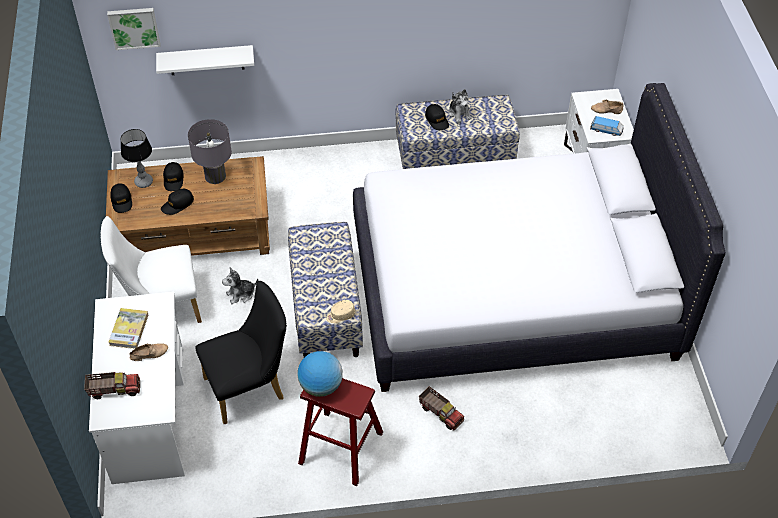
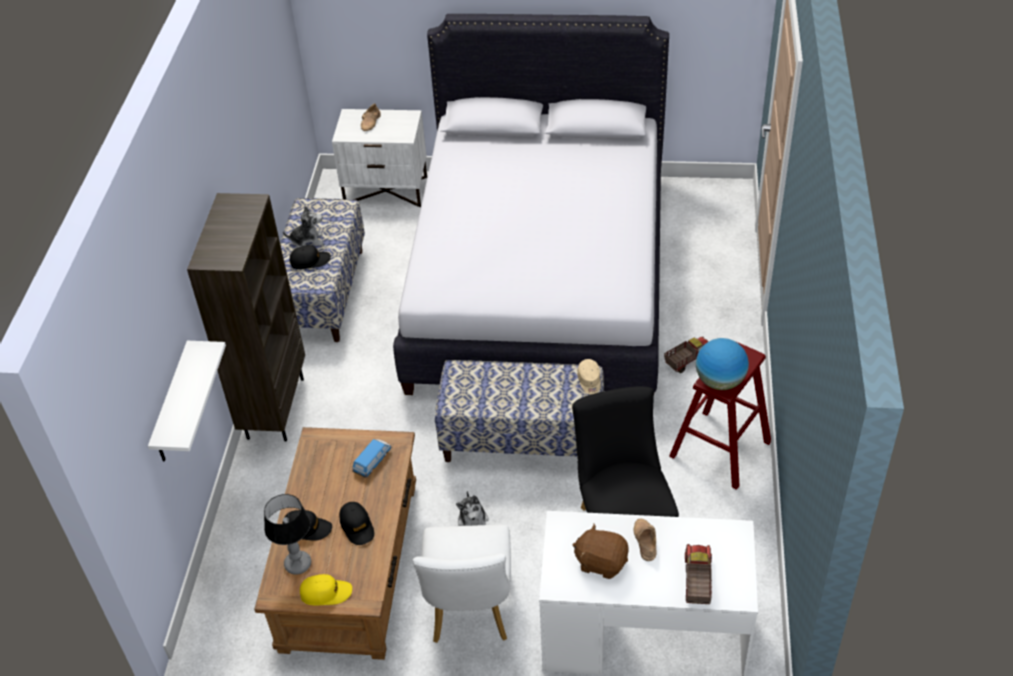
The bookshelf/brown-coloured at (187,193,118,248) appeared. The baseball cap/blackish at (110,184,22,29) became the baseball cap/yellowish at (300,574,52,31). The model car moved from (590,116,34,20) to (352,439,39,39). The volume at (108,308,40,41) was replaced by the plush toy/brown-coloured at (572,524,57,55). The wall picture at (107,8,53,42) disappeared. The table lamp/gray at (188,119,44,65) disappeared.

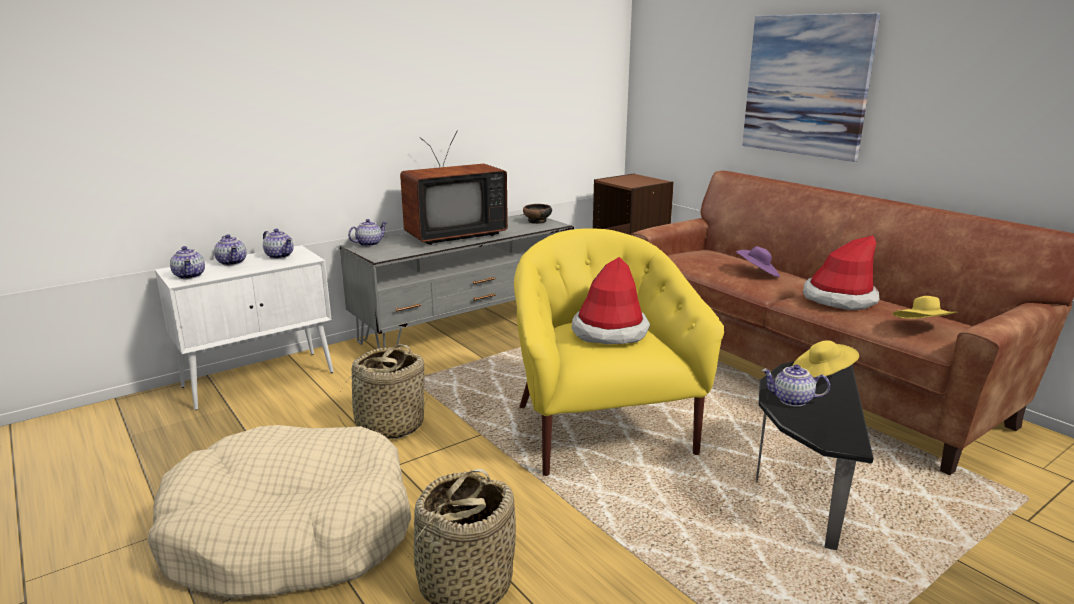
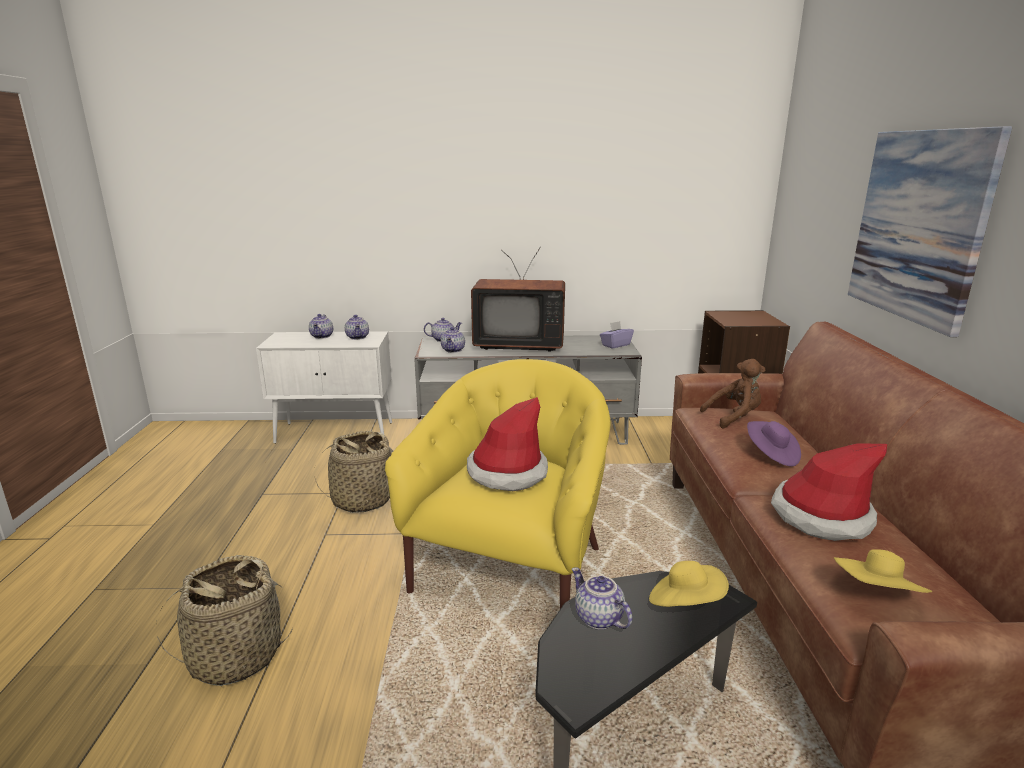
The tea pot moved from (170,246,35,33) to (441,327,24,26). The bowl at (523,204,29,20) was replaced by the tissue box/purple at (600,321,34,28). The plush toy/brown-coloured at (700,359,65,70) appeared. The dog bed/beige-coloured at (148,425,263,174) disappeared.

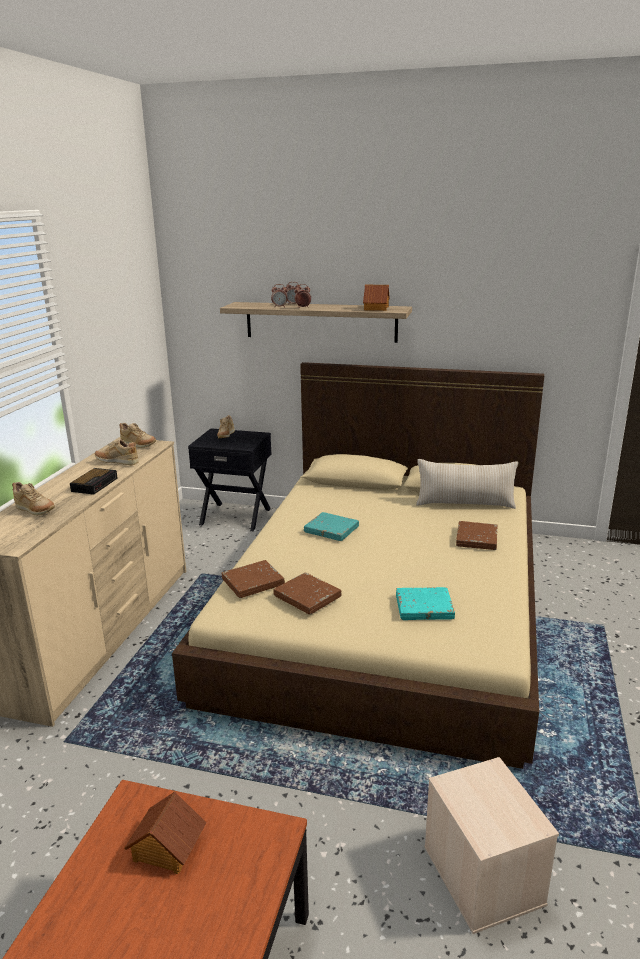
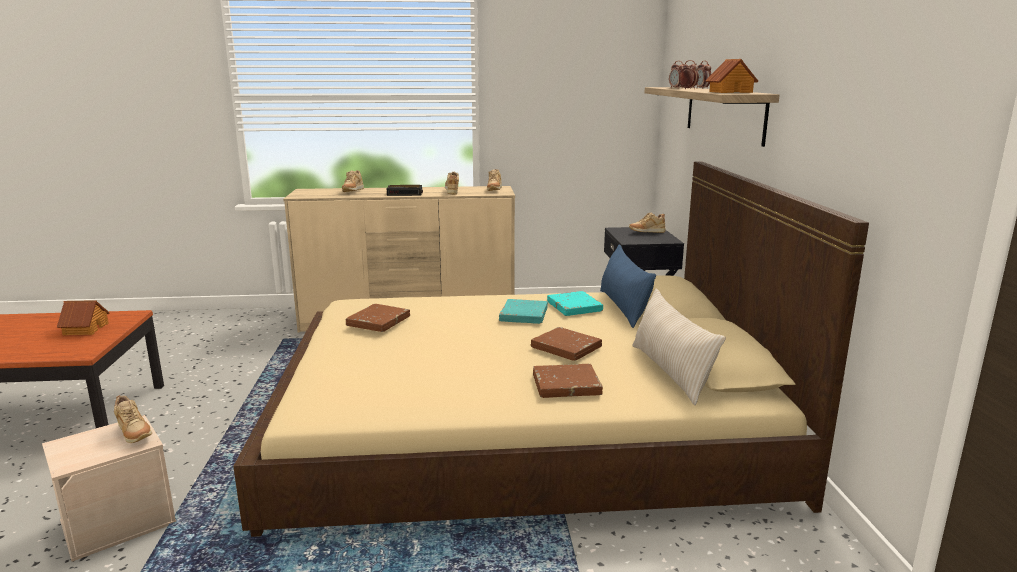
The low shoe/beige-coloured at (114,395,38,48) appeared. The volume/brown-coloured moved from (222,560,63,38) to (531,327,71,34). The volume/turquoise-coloured moved from (396,587,59,33) to (547,291,56,25). The pillow/blue at (600,244,56,84) appeared.

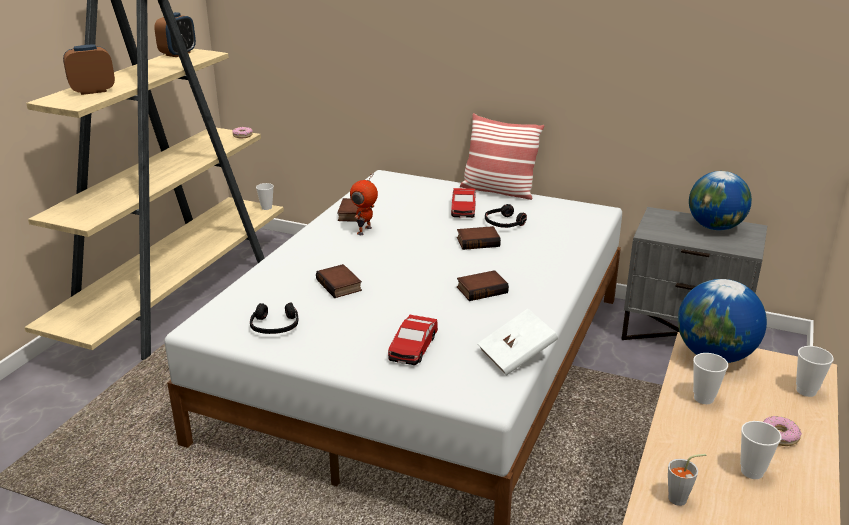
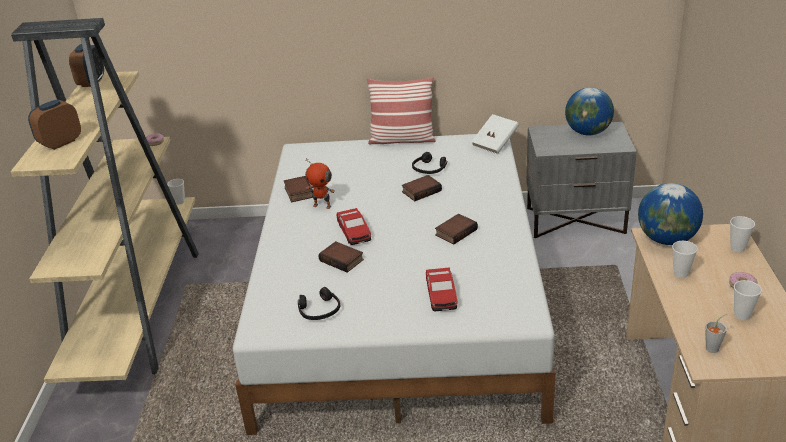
The toy robot at (350,173,28,62) turned 75 degrees counterclockwise. The model car moved from (451,188,25,30) to (337,208,34,37). The volume/white-coloured moved from (477,309,81,67) to (471,114,48,40).

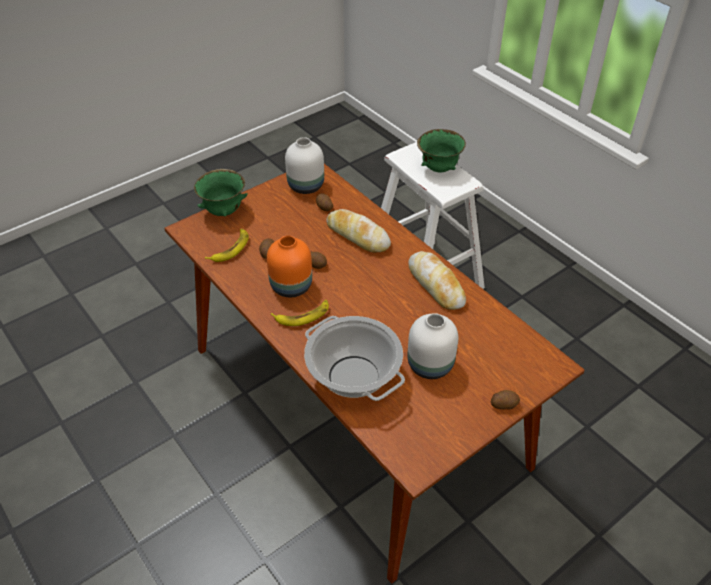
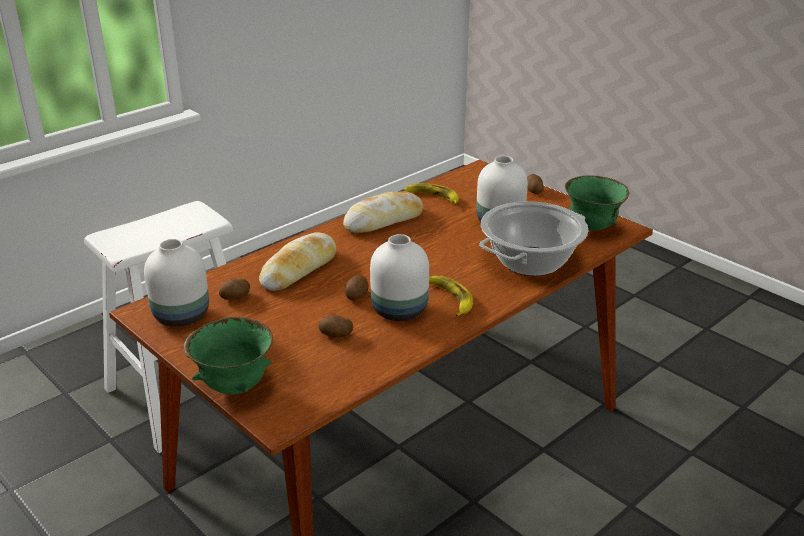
The vase/orange-coloured at (267,235,45,62) became the vase/white-coloured at (370,234,59,87). The whole banana moved from (205,229,44,33) to (404,183,55,22). The bowl/green moved from (417,129,49,44) to (565,175,64,55).

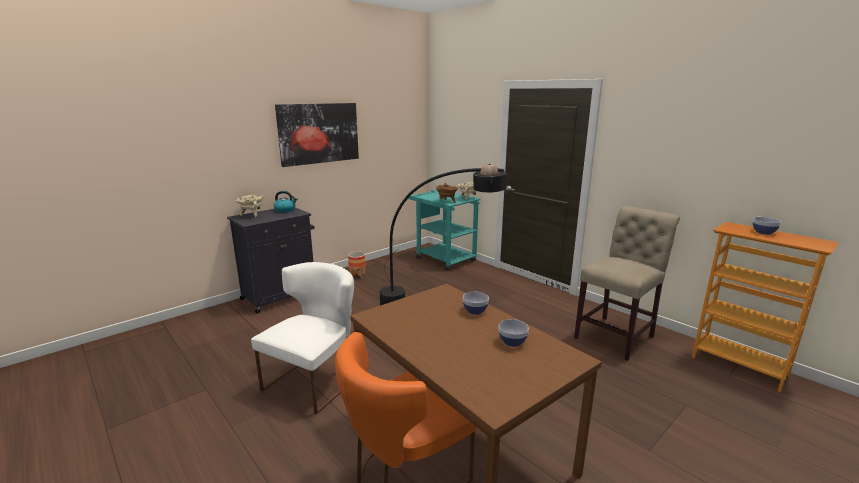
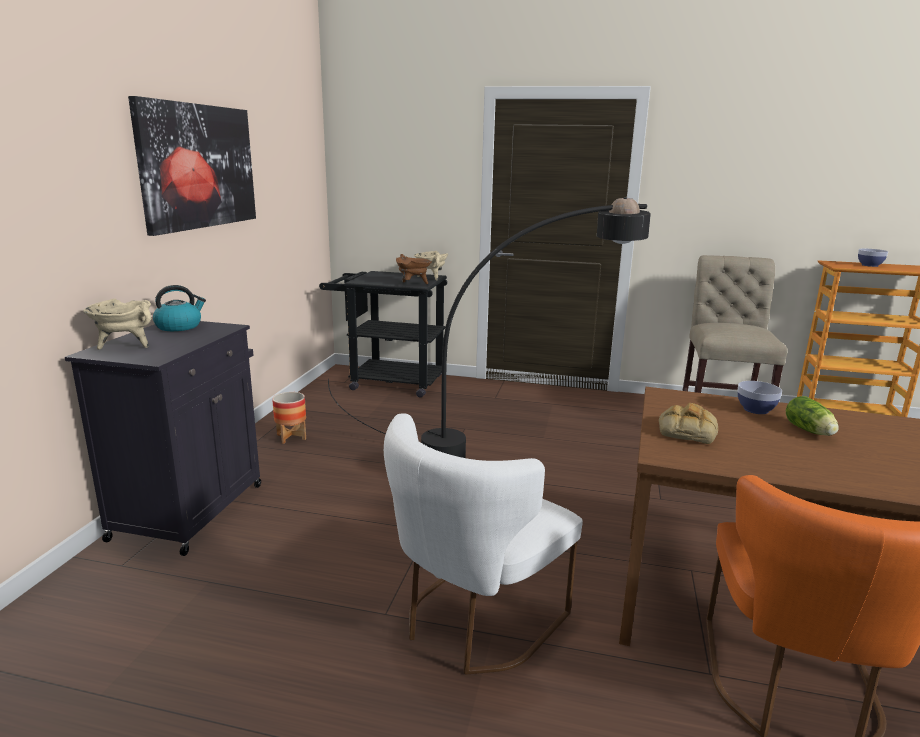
The wheeled cart/turquoise-coloured at (408,190,73,81) became the wheeled cart/blackish at (319,271,128,126). The upright chair/white-coloured at (251,262,103,153) turned 135 degrees counterclockwise. The baked bread at (659,403,59,41) appeared. The lettuce at (786,396,53,40) appeared. The bowl at (498,319,31,28) disappeared.

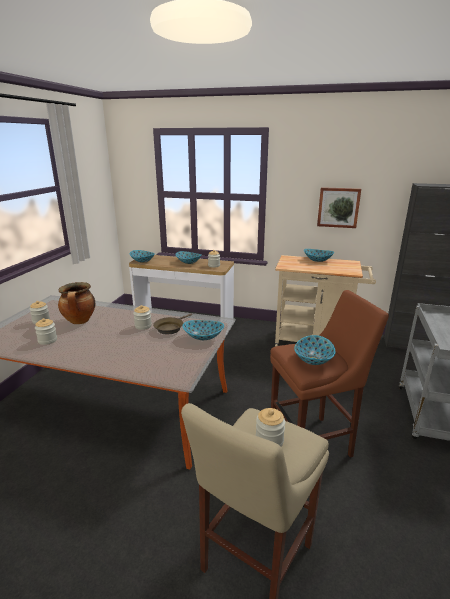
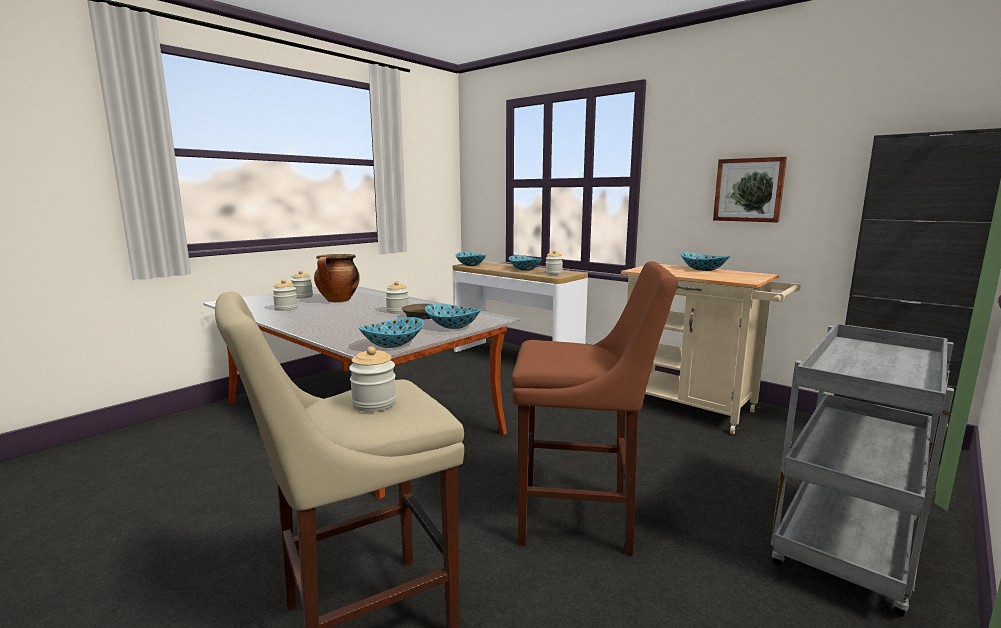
The bowl moved from (294,335,41,30) to (358,317,66,31).

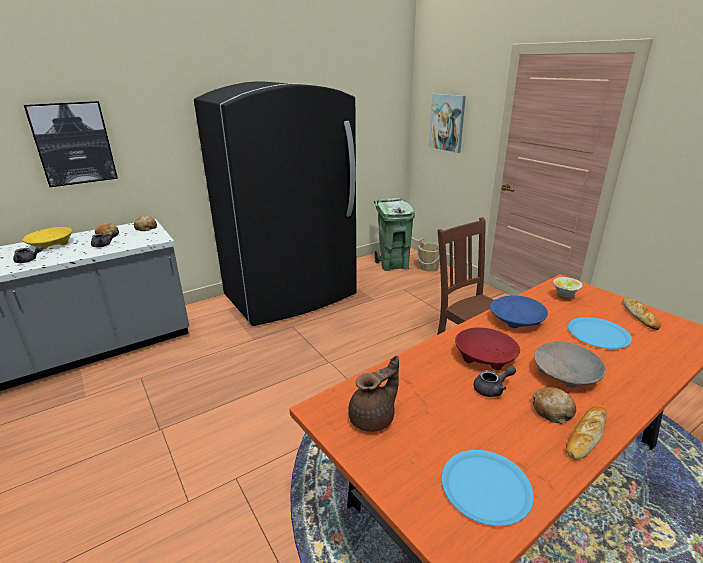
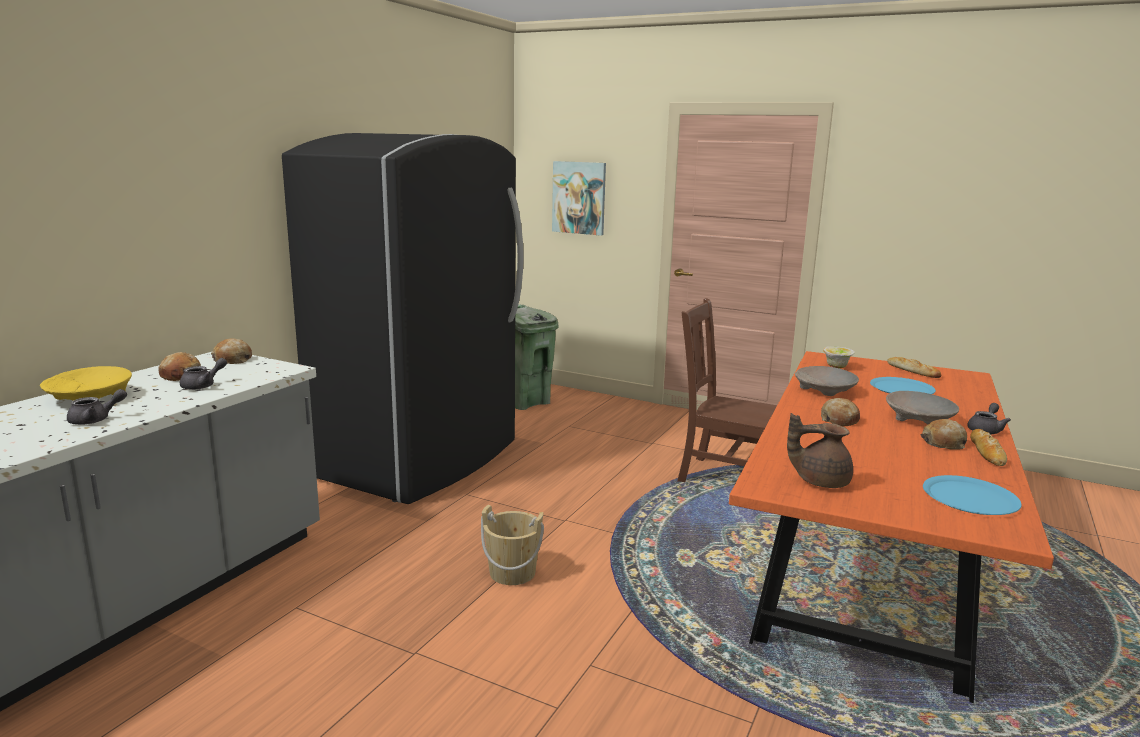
The bucket/beige-coloured moved from (417,238,23,34) to (481,505,63,80). The tea pot/brown-coloured at (348,355,51,77) turned 105 degrees counterclockwise. The bowl/blue at (490,296,58,32) became the bowl/beige-coloured at (795,366,64,30). The bowl/red-coloured at (455,328,65,42) was replaced by the baked bread at (821,398,39,28). The tea pot/gray moved from (474,366,42,31) to (967,403,44,31). The wall picture at (24,101,94,86) disappeared.

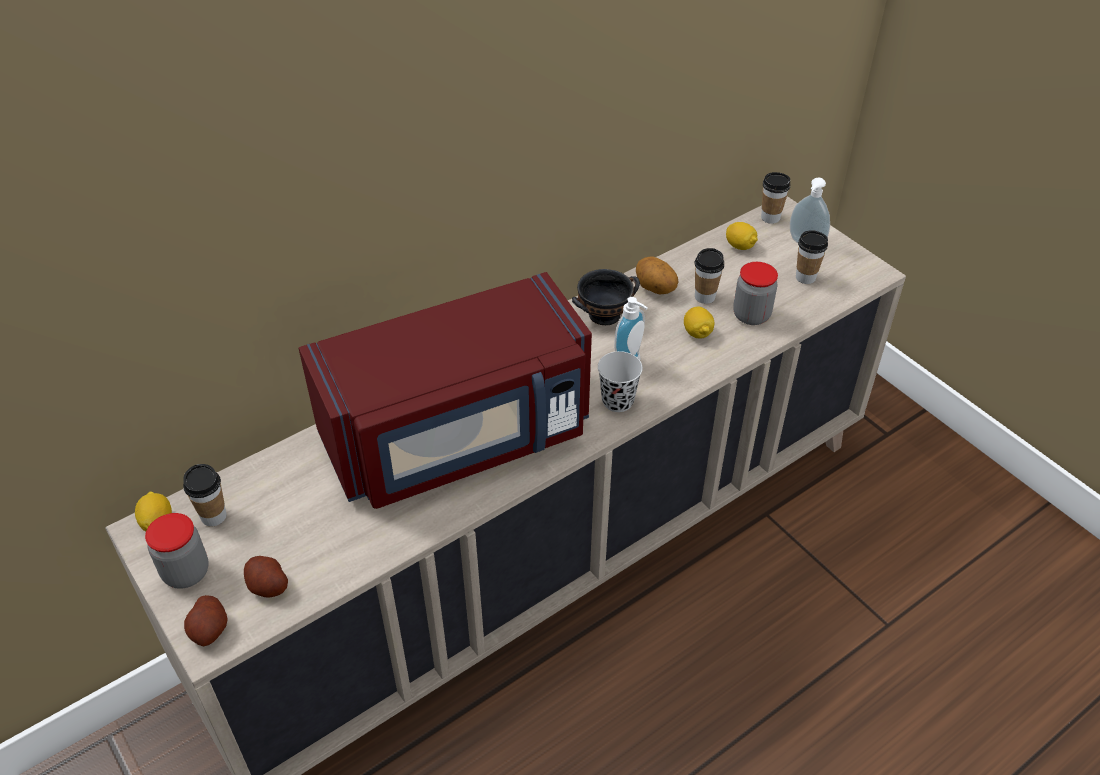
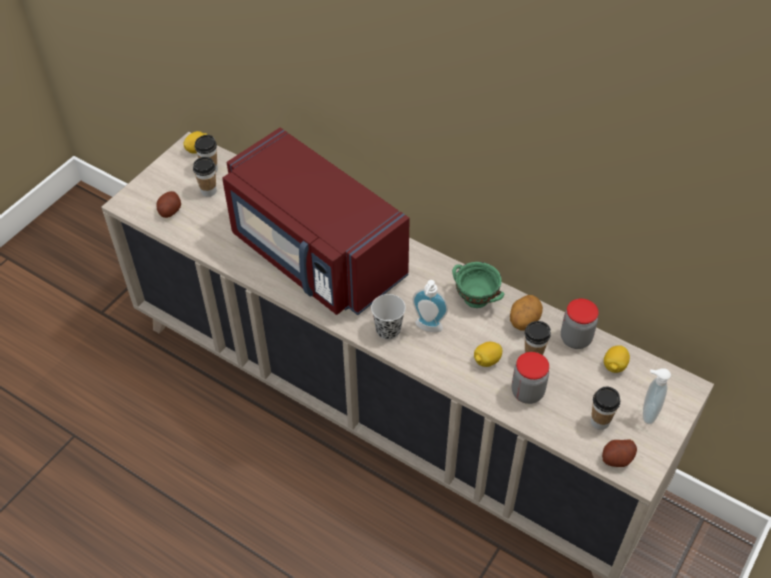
The cup moved from (761,172,30,52) to (193,157,24,40). The bowl/blackish at (572,269,68,56) became the bowl/green at (452,262,52,46). The preserve jar moved from (145,513,64,76) to (561,299,38,50). The whole potato moved from (184,595,43,51) to (602,439,35,28).

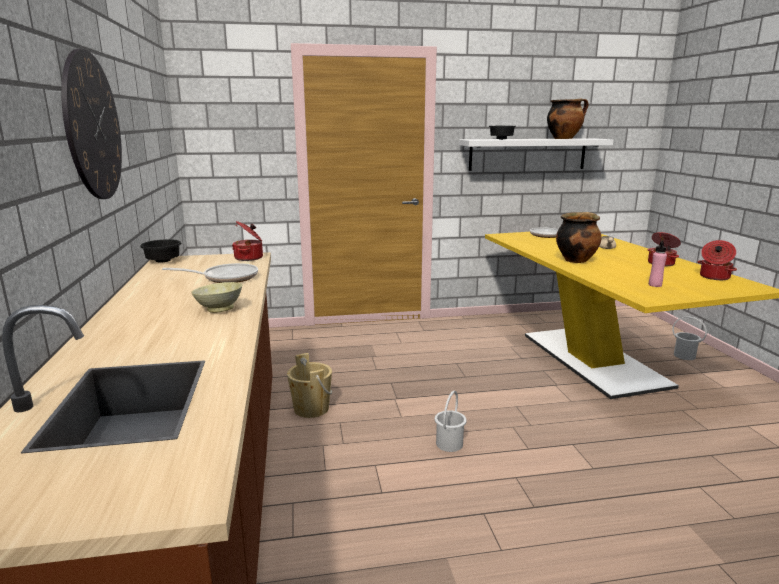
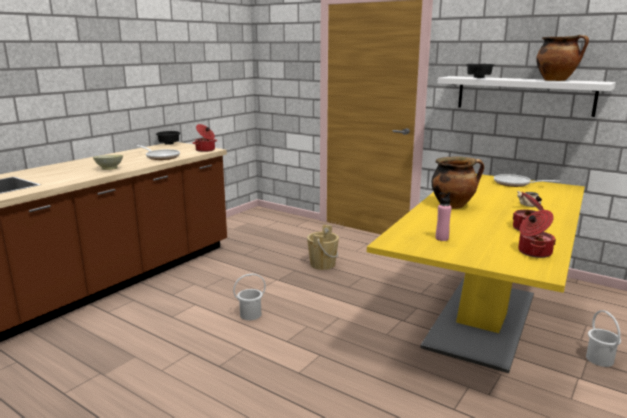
The bucket/beige-coloured moved from (287,353,45,65) to (307,225,32,45). The clock on the wall at (61,49,61,150) disappeared.

